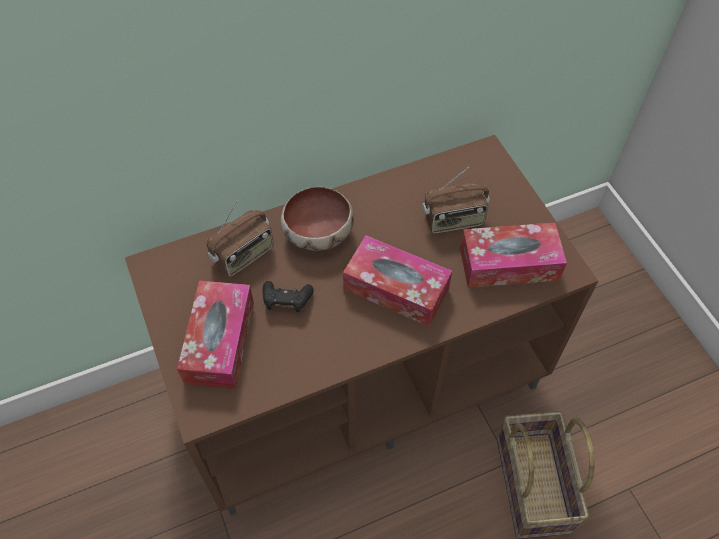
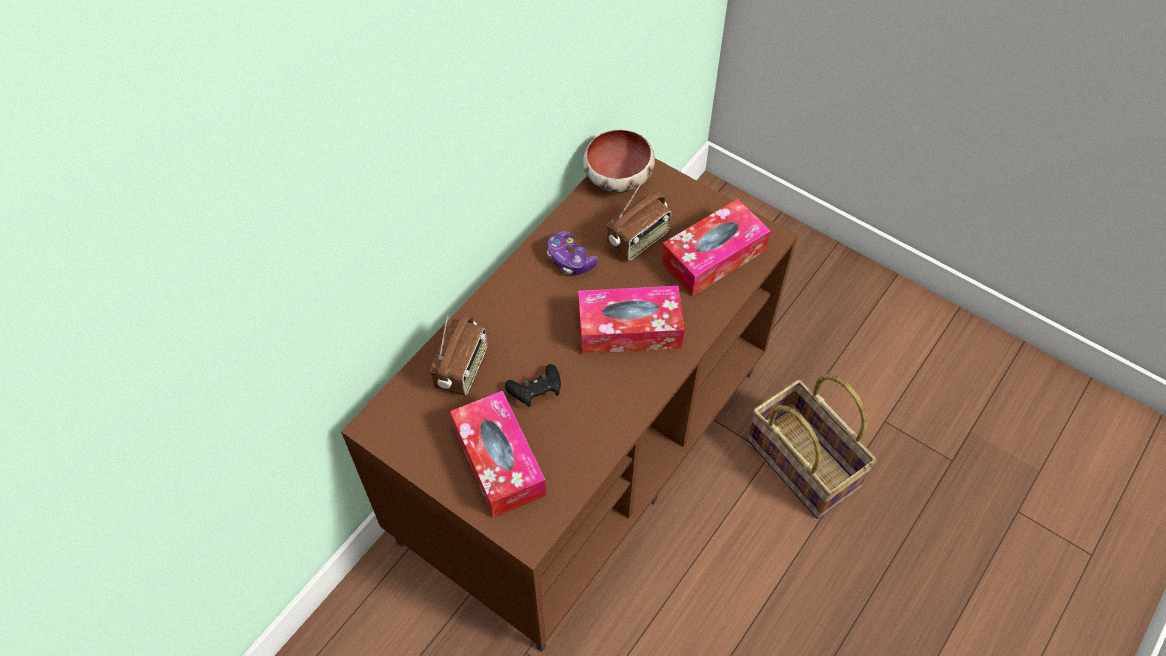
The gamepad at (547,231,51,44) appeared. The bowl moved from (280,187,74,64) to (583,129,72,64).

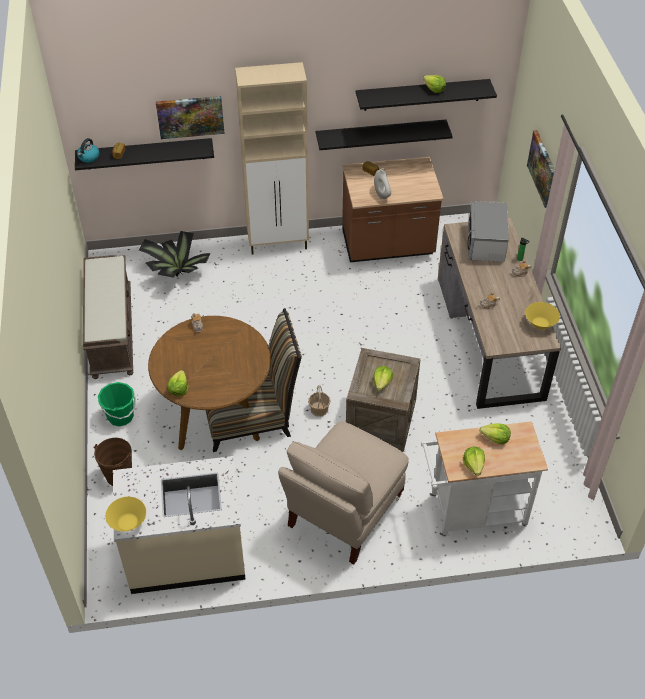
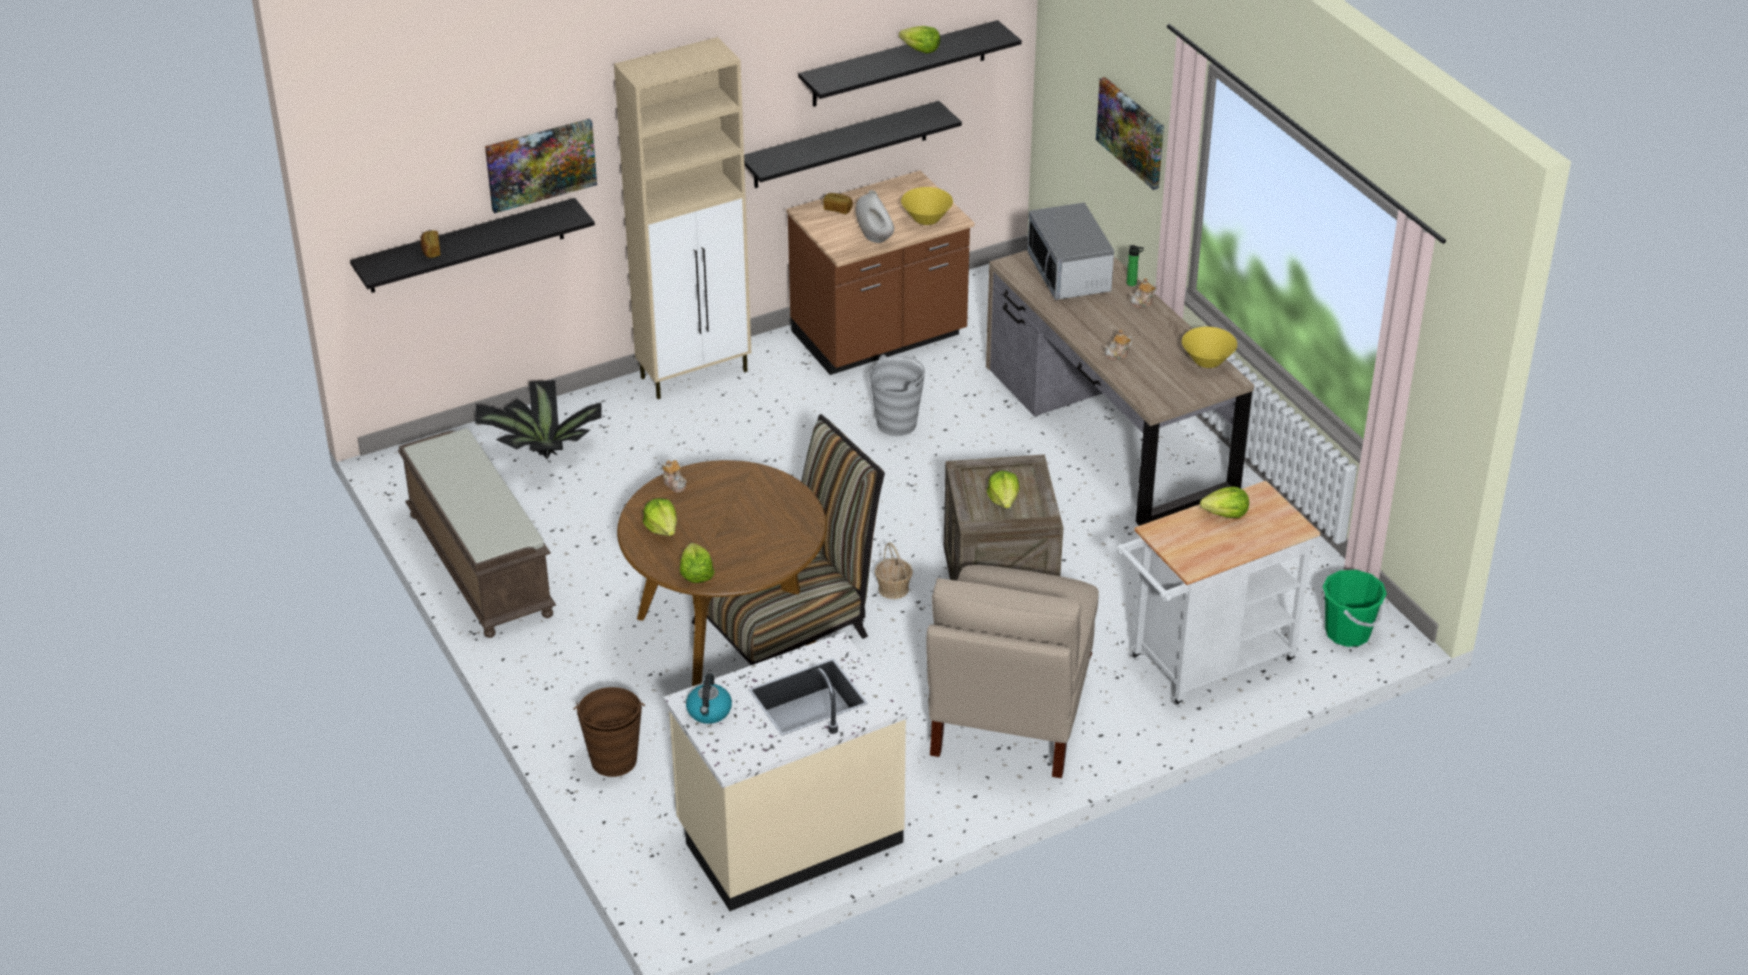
The lettuce moved from (463,447,22,29) to (643,498,34,38). The tea kettle moved from (77,138,22,25) to (686,674,46,50). The bucket/gray at (870,355,55,81) appeared. The bowl/yellowish moved from (105,497,41,34) to (901,187,52,38). The bucket/green moved from (98,382,38,44) to (1323,570,64,77).

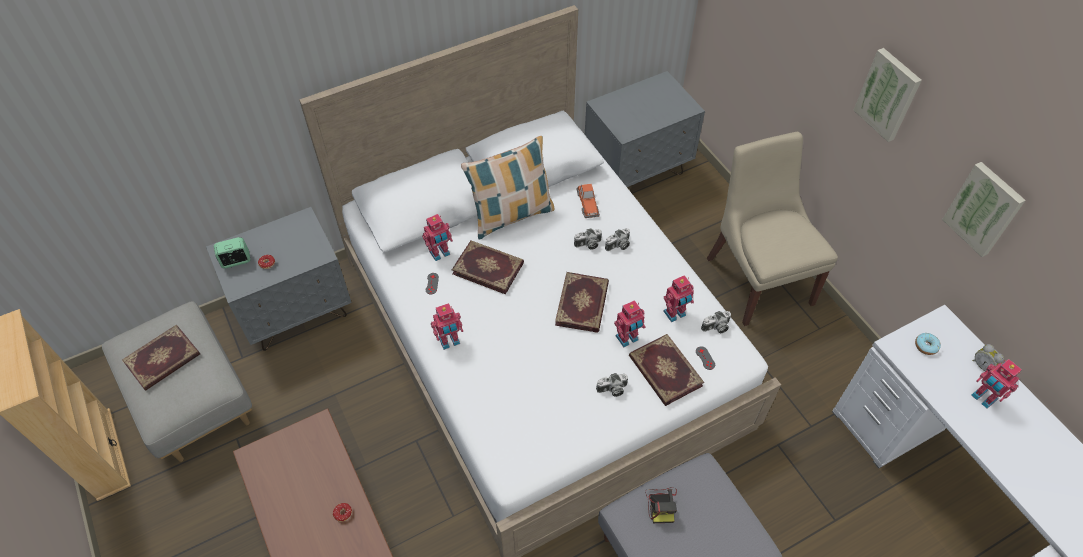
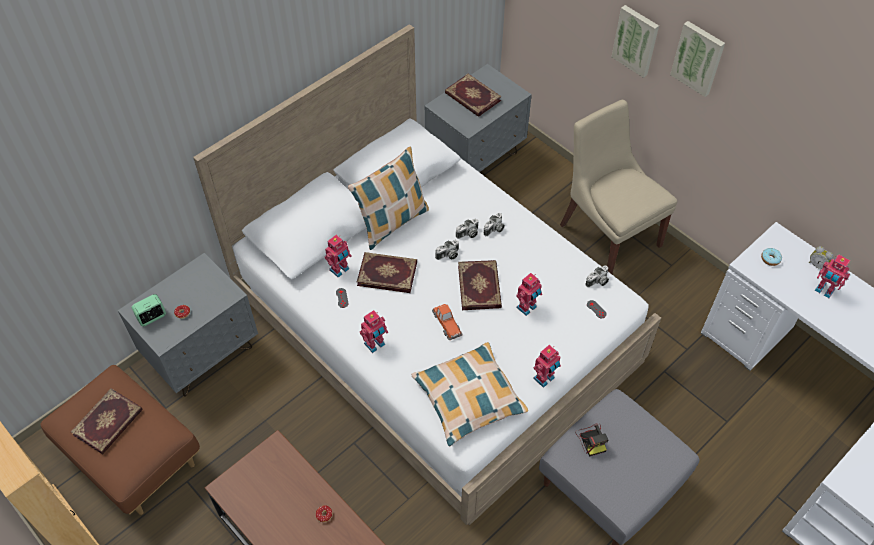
The ottoman/gray at (102,301,150,161) became the ottoman/brown-coloured at (41,365,159,150). The pillow at (411,342,117,104) appeared. The model car moved from (577,183,23,35) to (432,304,31,36). The photo camera moved from (596,373,32,24) to (435,240,24,20). The volume moved from (629,334,75,72) to (445,74,57,43). The toy robot moved from (663,275,31,47) to (533,345,28,43). The wall picture moved from (942,162,84,95) to (611,5,48,73).

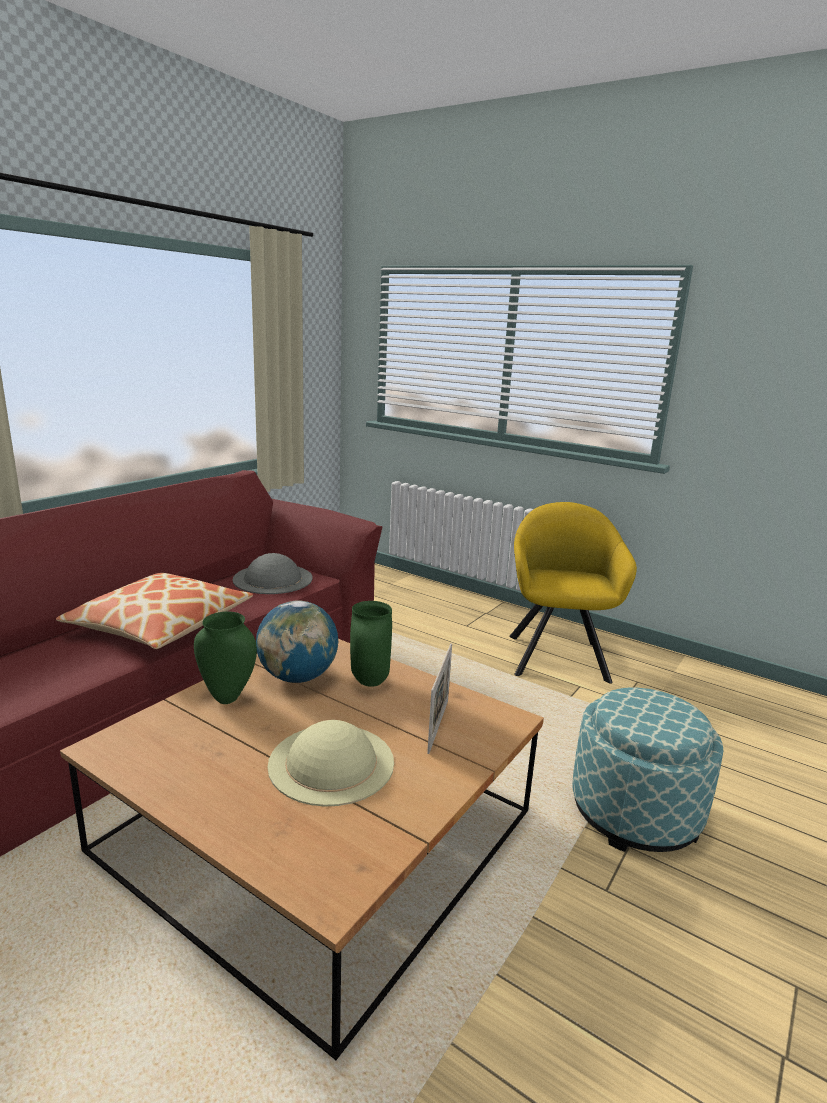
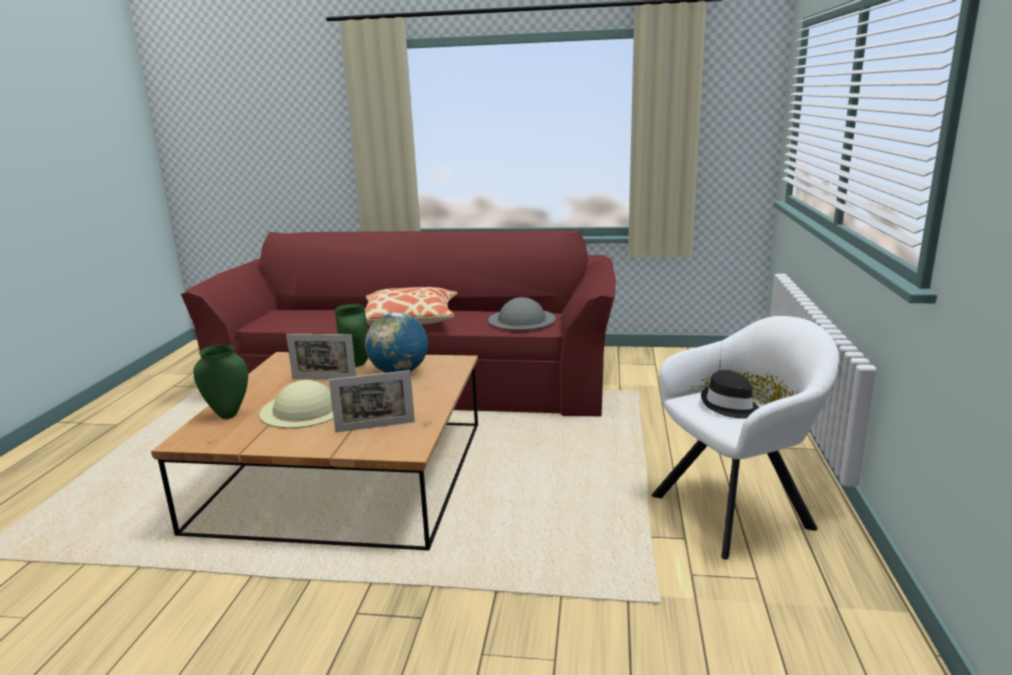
The vase/green moved from (350,601,42,86) to (193,344,55,75). The standing frame at (286,334,70,46) appeared. The easy chair/yellowish at (510,502,127,182) became the easy chair/white-coloured at (652,316,187,244). The hat/blackish at (701,370,58,48) appeared. The ottoman at (572,687,151,165) disappeared.

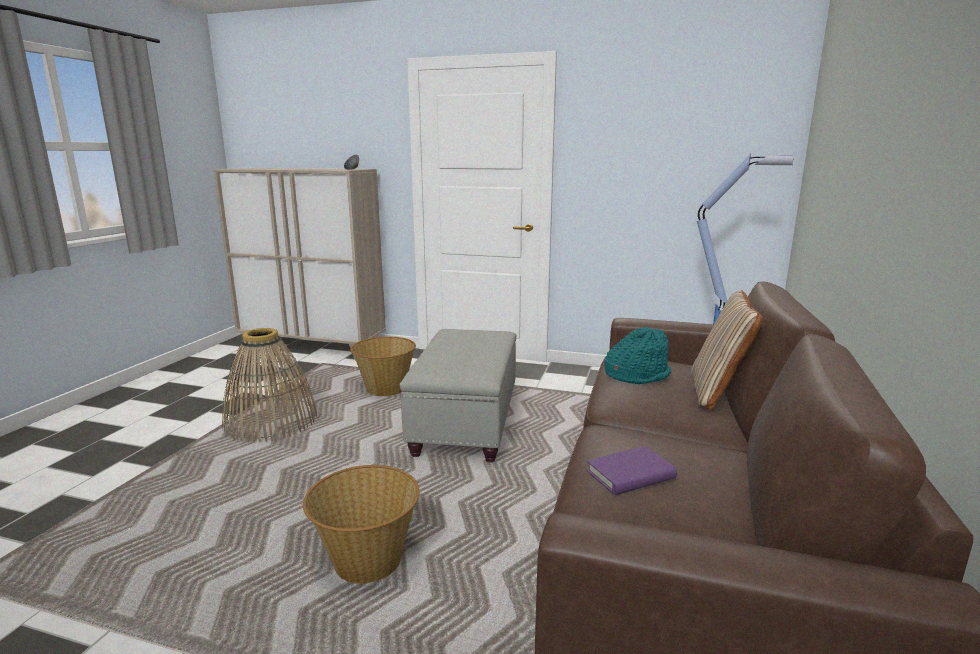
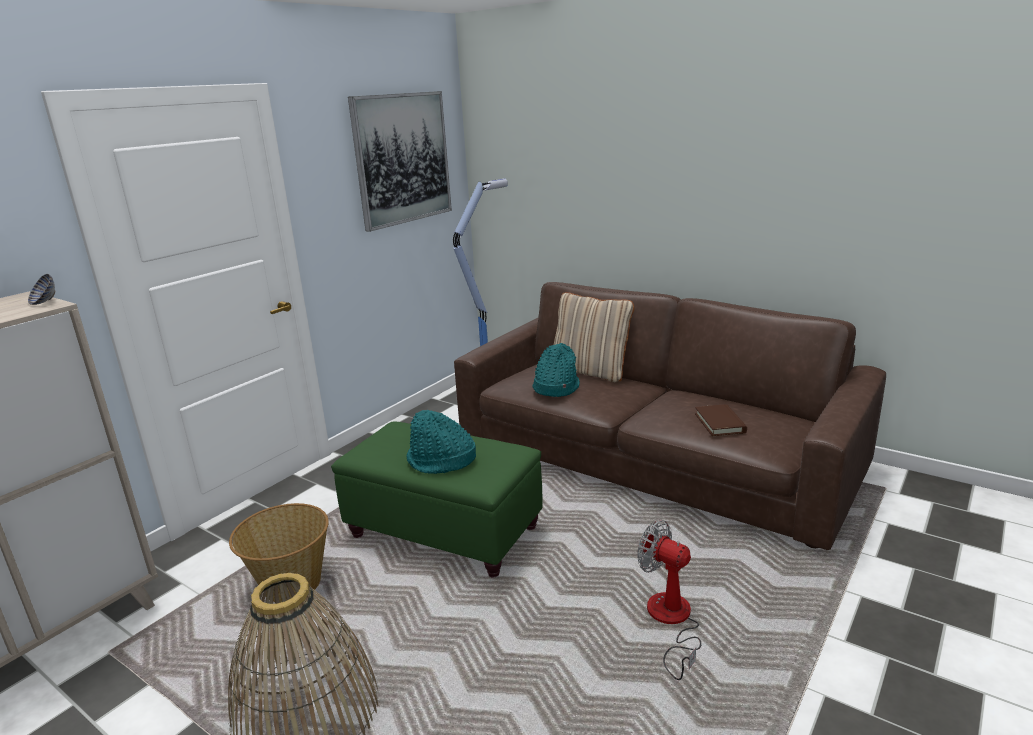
The ottoman/gray at (400,329,116,133) became the ottoman/green at (331,421,212,157). The wall picture at (348,91,104,141) appeared. The hat/turquoise-coloured at (407,410,69,64) appeared. The basket at (303,465,117,119) was replaced by the fan at (637,520,64,160). The volume/purple at (586,446,91,49) became the volume/brown-coloured at (695,404,52,32).

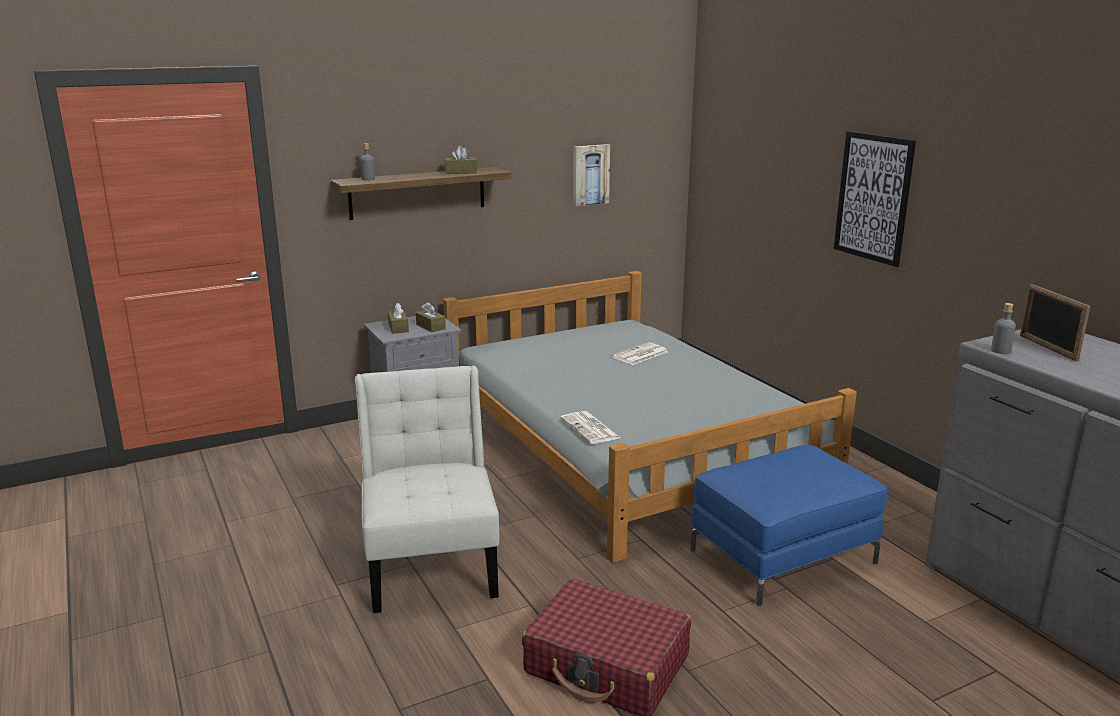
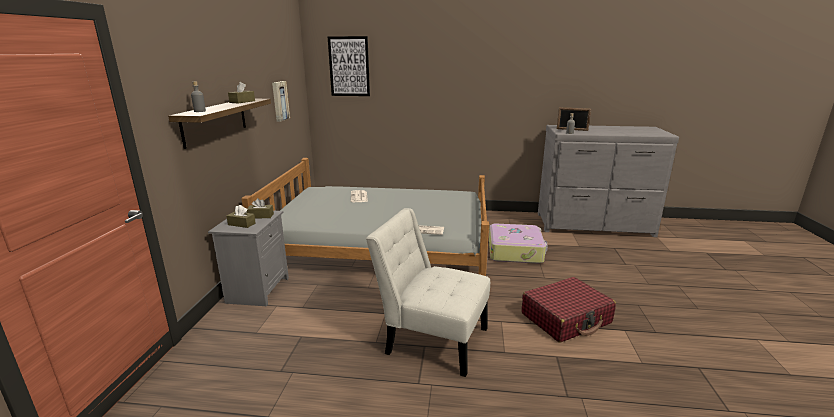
The wall picture moved from (834,131,82,136) to (328,36,42,60). The ottoman/blue at (690,445,197,161) was replaced by the piece of luggage at (489,224,59,40).

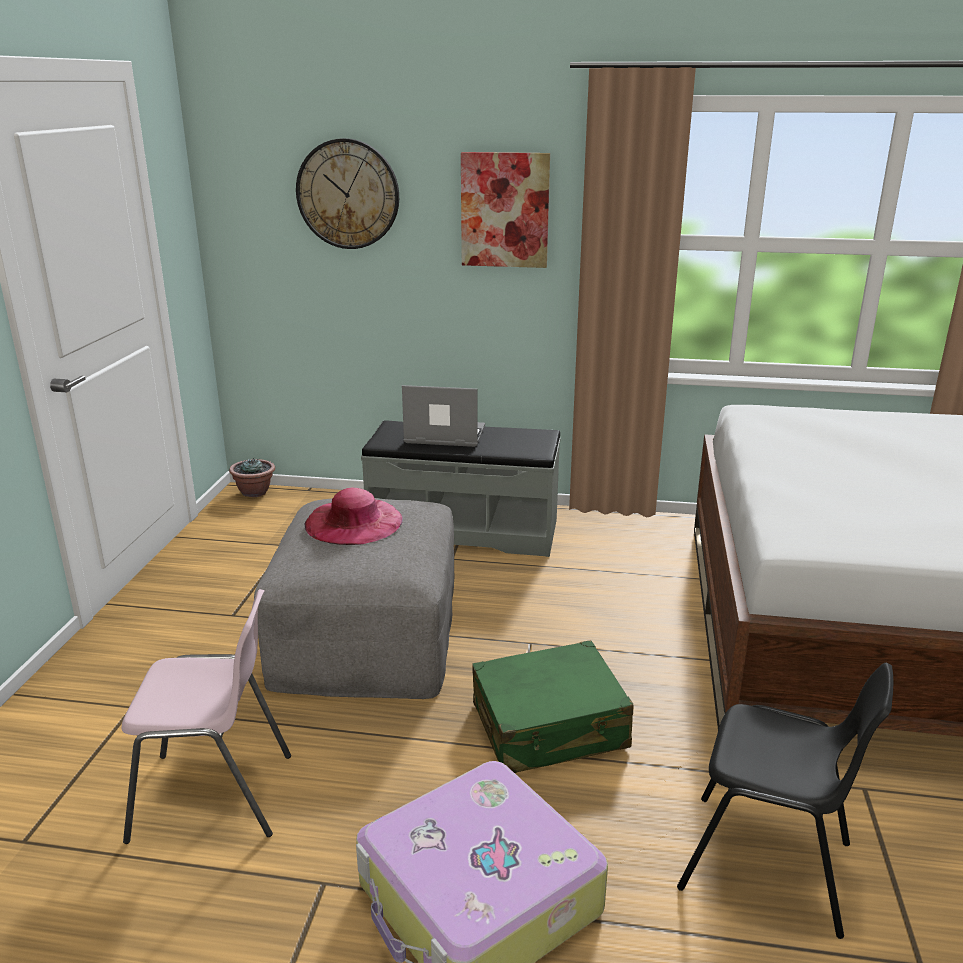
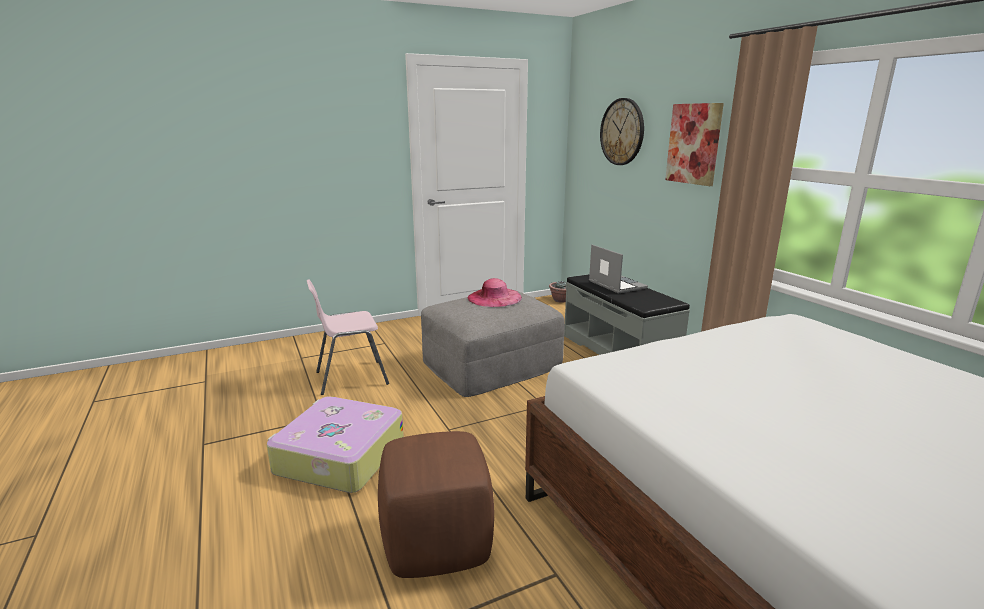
The upright chair/pink at (122,589,169,255) turned 105 degrees clockwise. The upright chair/blackish at (677,663,216,276) was replaced by the ottoman/brown-coloured at (378,431,116,147). The piece of luggage/green at (472,640,162,133) disappeared.

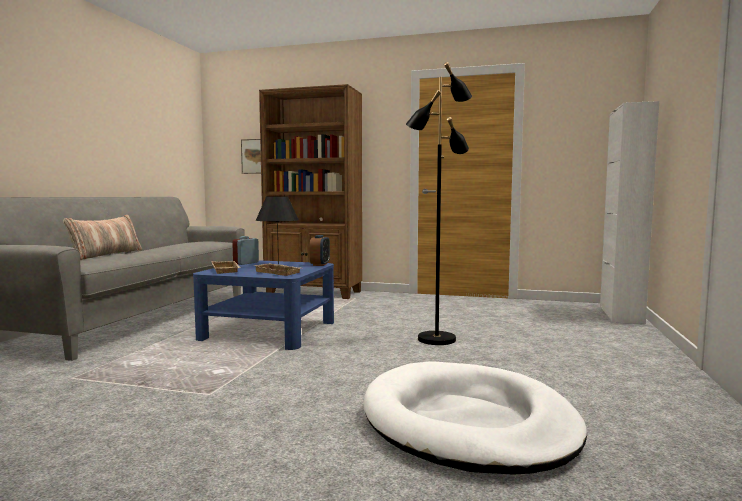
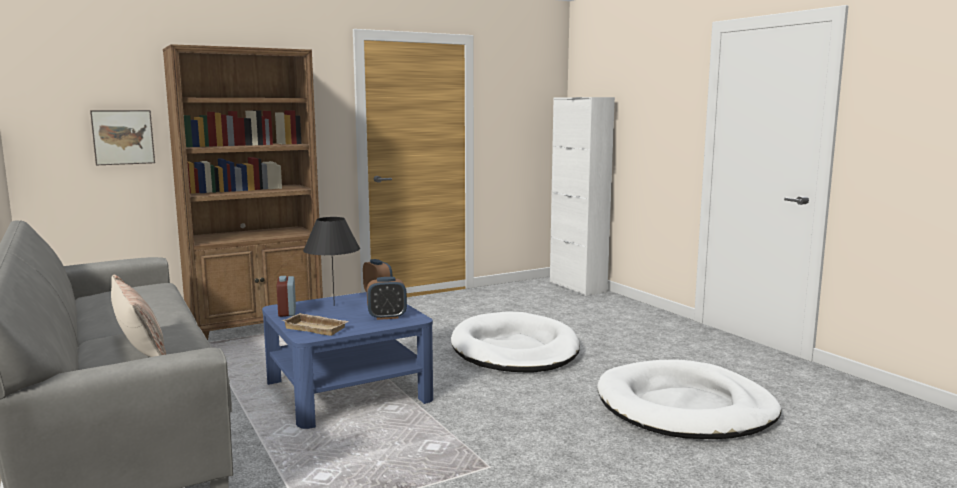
The serving tray/beige-coloured at (254,263,46,13) was replaced by the alarm clock at (367,277,40,43). The standard lamp/blackish at (406,62,66,283) was replaced by the dog bed/white-coloured at (451,311,129,62).

